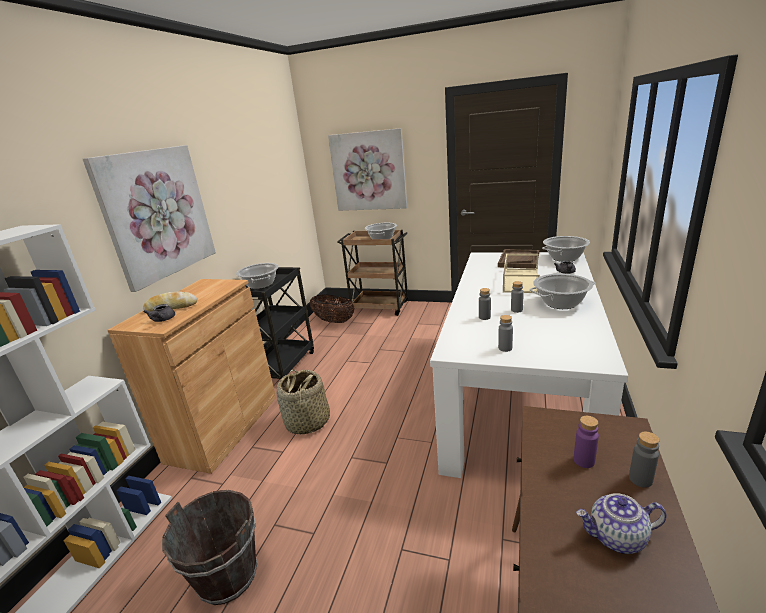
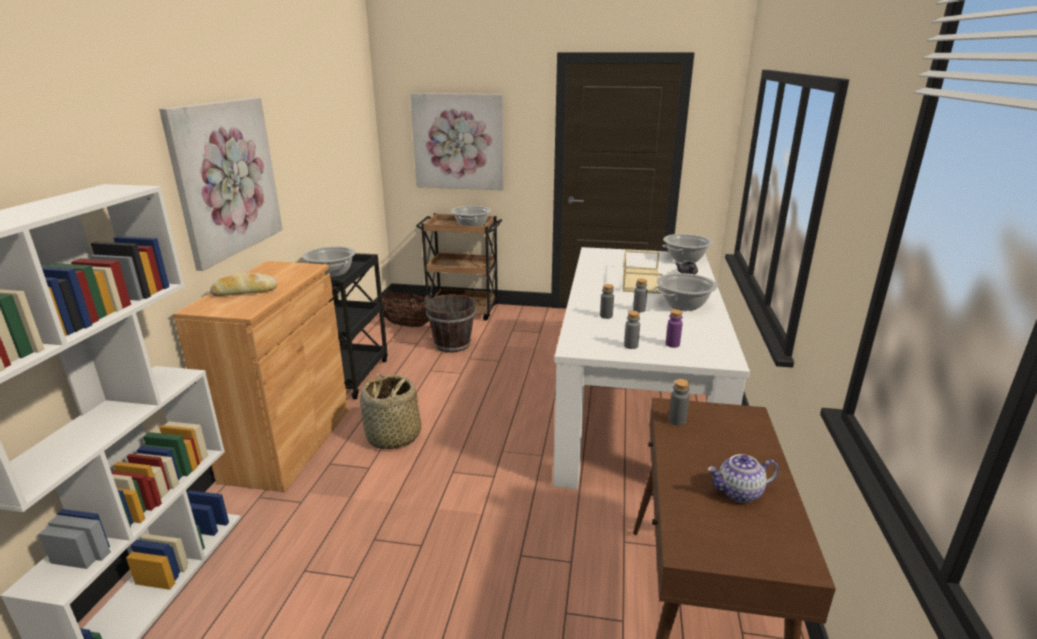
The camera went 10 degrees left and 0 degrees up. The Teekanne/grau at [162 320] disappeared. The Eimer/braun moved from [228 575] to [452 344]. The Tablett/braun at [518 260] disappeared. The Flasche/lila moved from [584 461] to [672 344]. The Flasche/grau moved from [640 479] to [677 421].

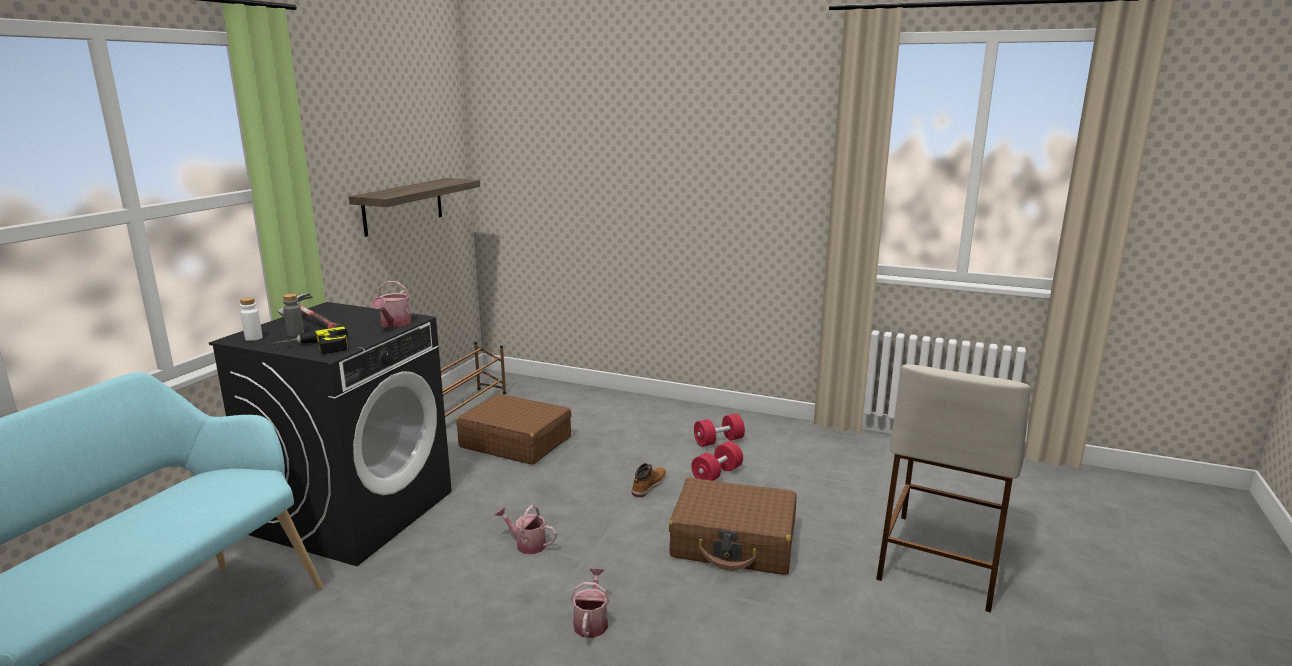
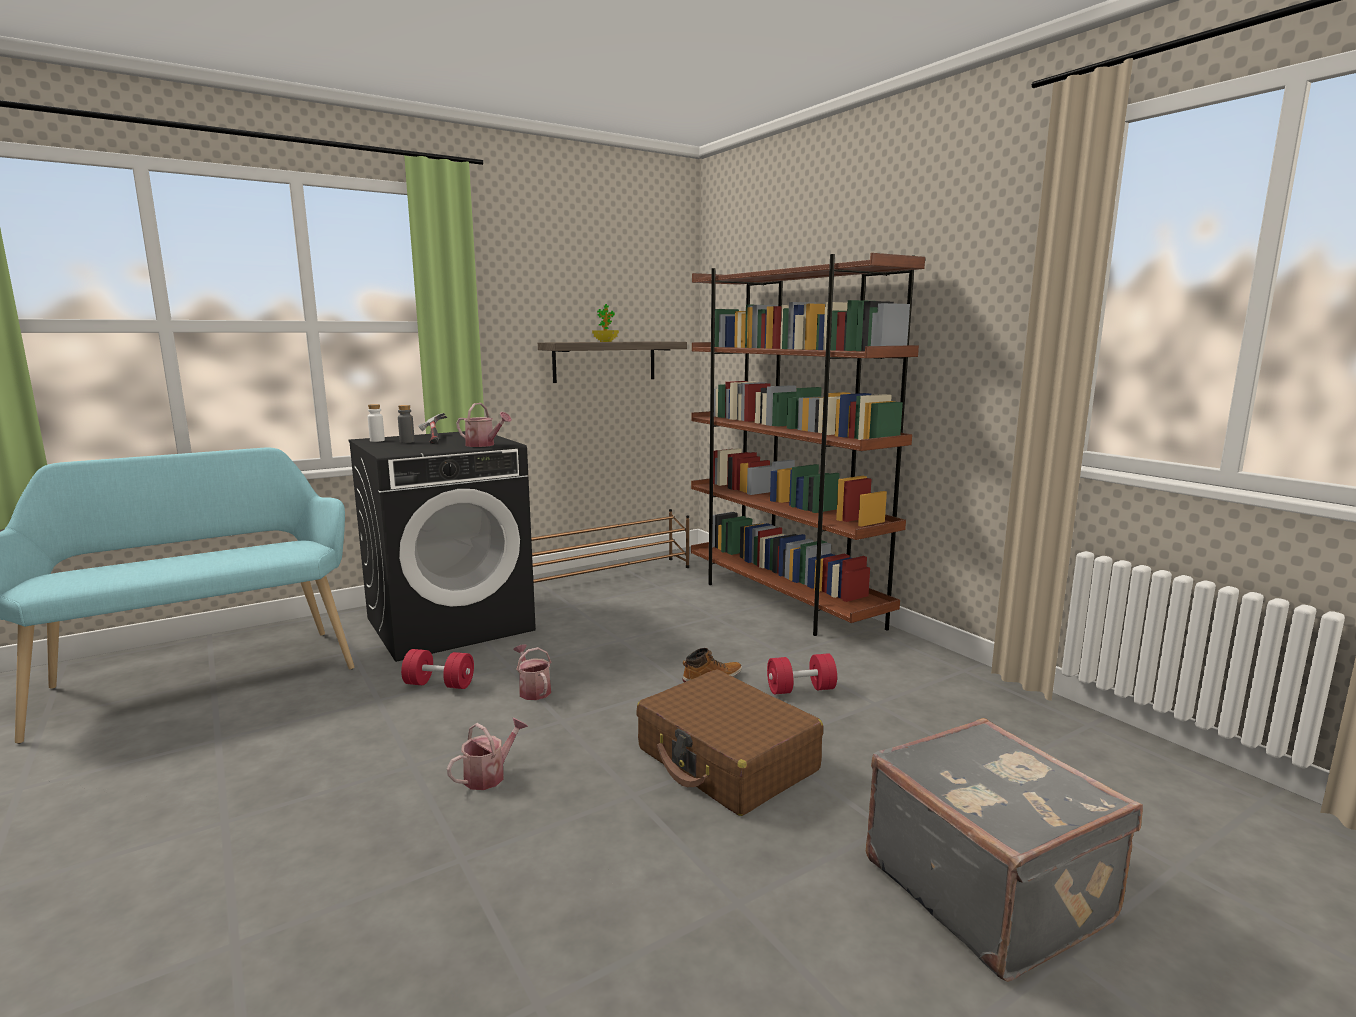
The camera went 35 degrees right and 5 degrees down. The Bohrmaschine at [314 348] disappeared. The Gießkanne at [394 324] turned 105 degrees counterclockwise. The Koffer/braun at [515 442] disappeared. The Hantel/rot moved from [718 441] to [439 684]. The Hocker/beige at [941 558] was replaced by the Koffer/grau at [988 888]. The Topfpflanze at [605 341] appeared. The Bücherregal/braun at [783 601] appeared.

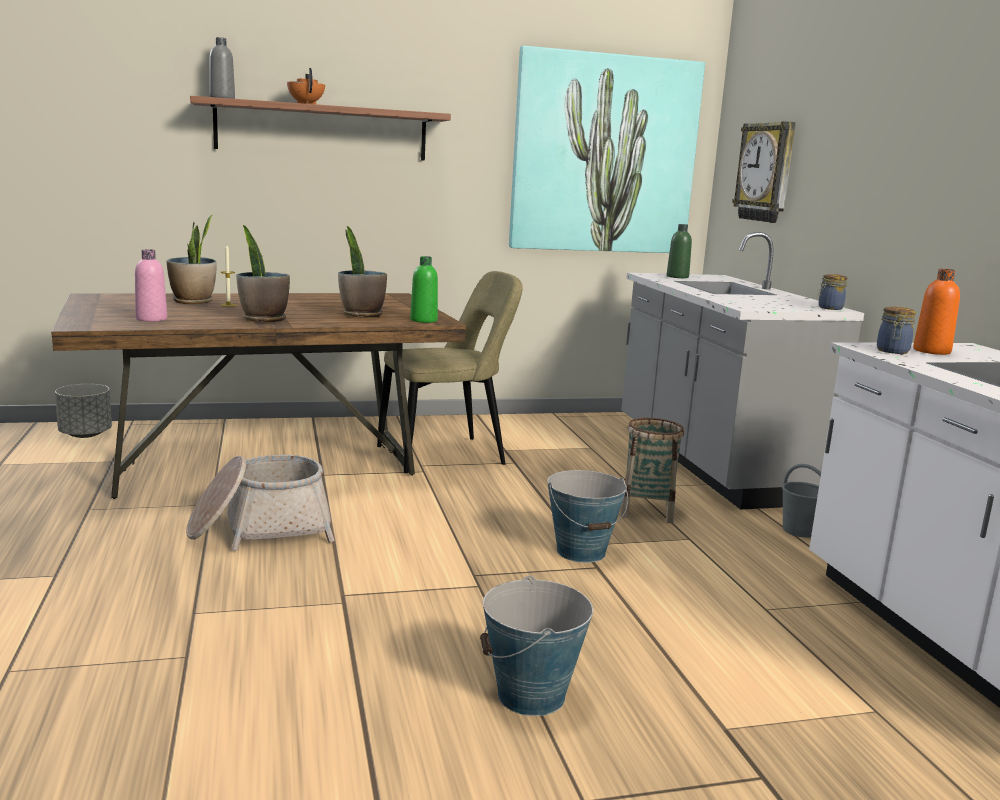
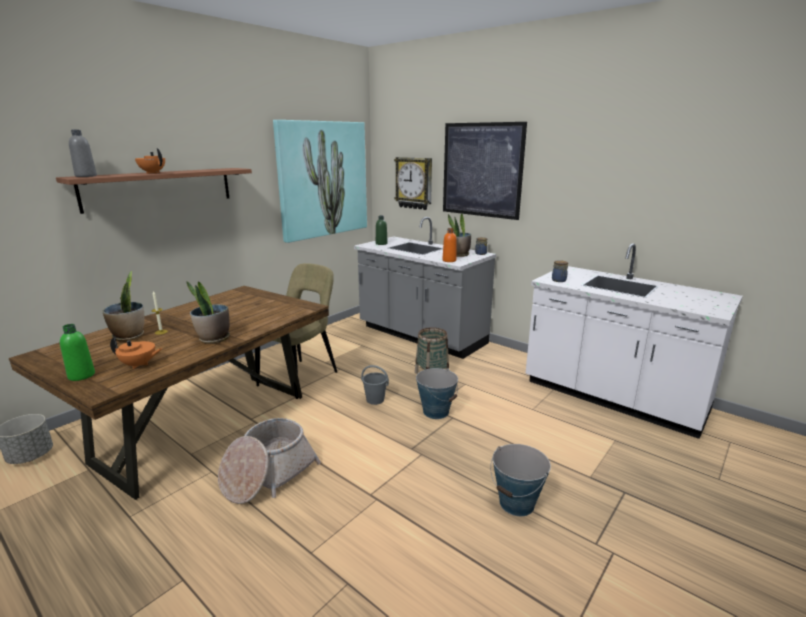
The camera went 35 degrees left and 5 degrees up. The Flasche/rosa at [151 319] was replaced by the Teekanne/orange at [139 365]. The Topfpflanze moved from [362 315] to [458 255]. The Flasche/grün moved from [423 320] to [81 375]. The Eimer/grau moved from [800 531] to [375 400]. The Flasche/orange moved from [931 351] to [449 260]. The Bild at [482 170] appeared.

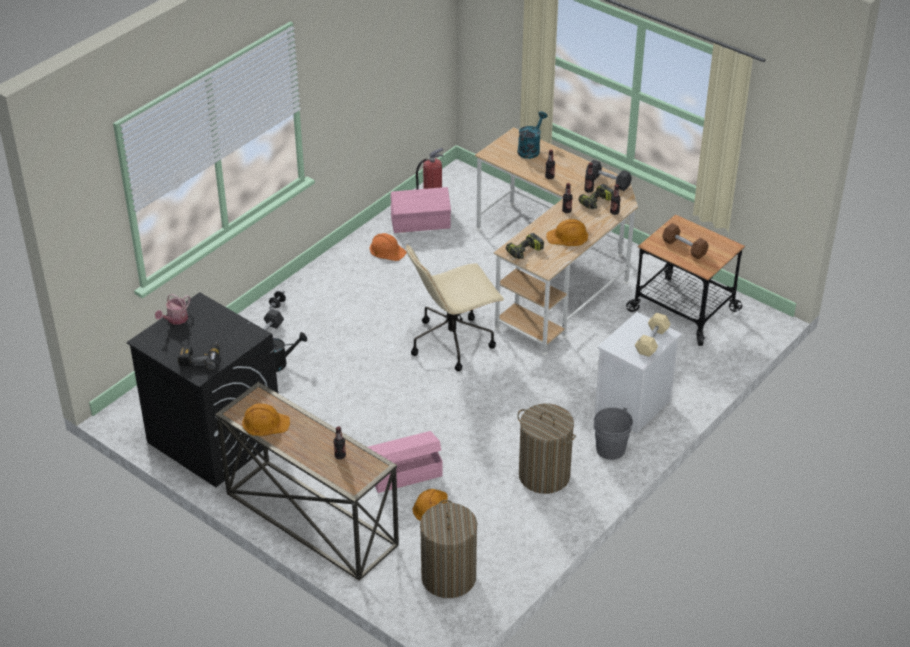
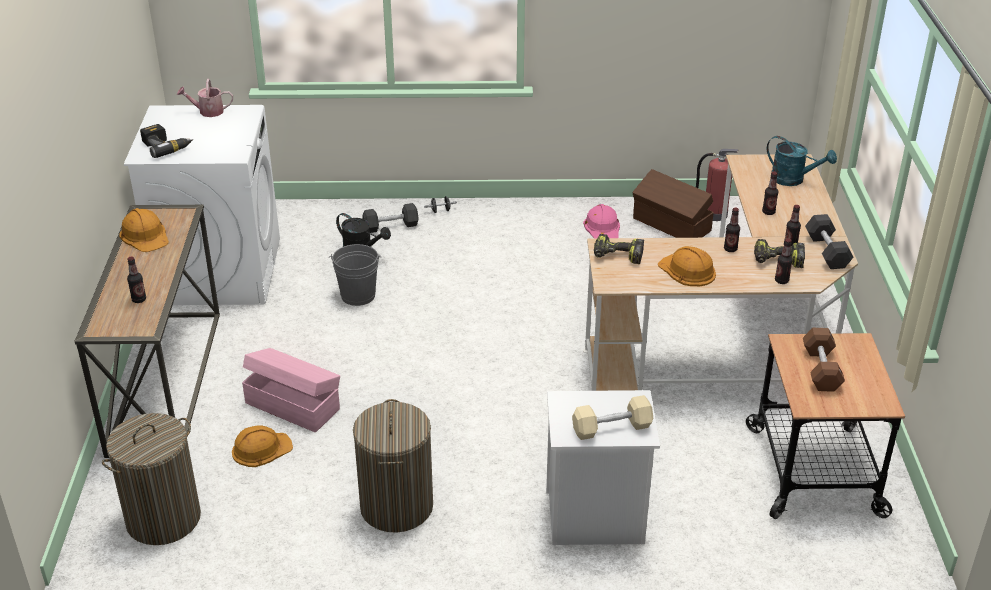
The camera went 50 degrees right and 5 degrees down. The Waschmaschine/schwarz at [214 438] became the Waschmaschine/weiß at [219 271]. The Schutzhelm/orange at [387 250] became the Schutzhelm/rosa at [602 227]. The Aufbewahrungsbox/rosa at [421 223] became the Aufbewahrungsbox/braun at [671 225]. The Bürostuhl/beige at [453 341] disappeared. The Gießkanne/türkis at [530 149] turned 45 degrees clockwise. The Eimer/grau moved from [610 449] to [358 295].

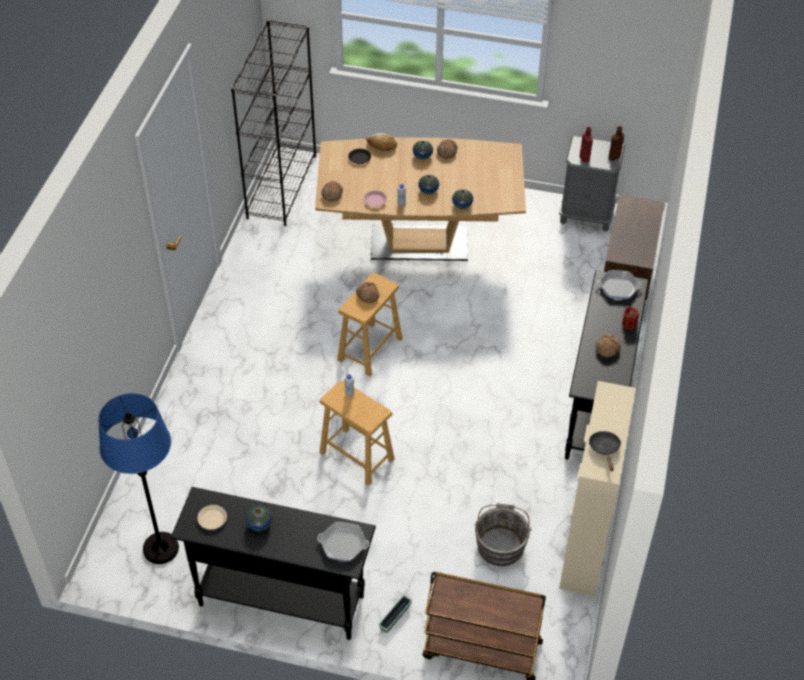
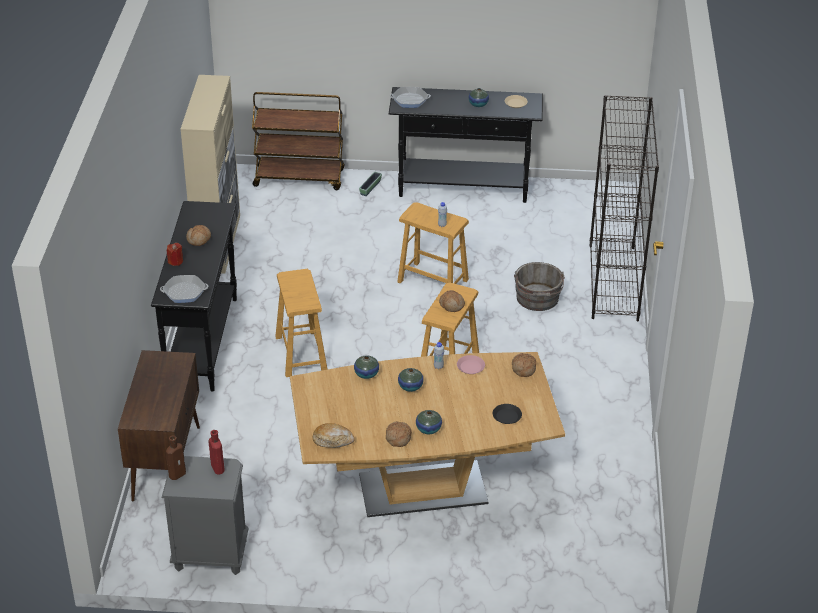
The camera went 170 degrees right and 10 degrees down. The Stehlampe/blau at [160 548] disappeared. The Bücherregal/schwarz moved from [281 186] to [614 283]. The Brot moved from [381 145] to [333 440]. The Eimer/grau moved from [500 543] to [537 299]. The Pfanne/schwarz at [605 449] disappeared. The Hocker/braun at [301 354] appeared.

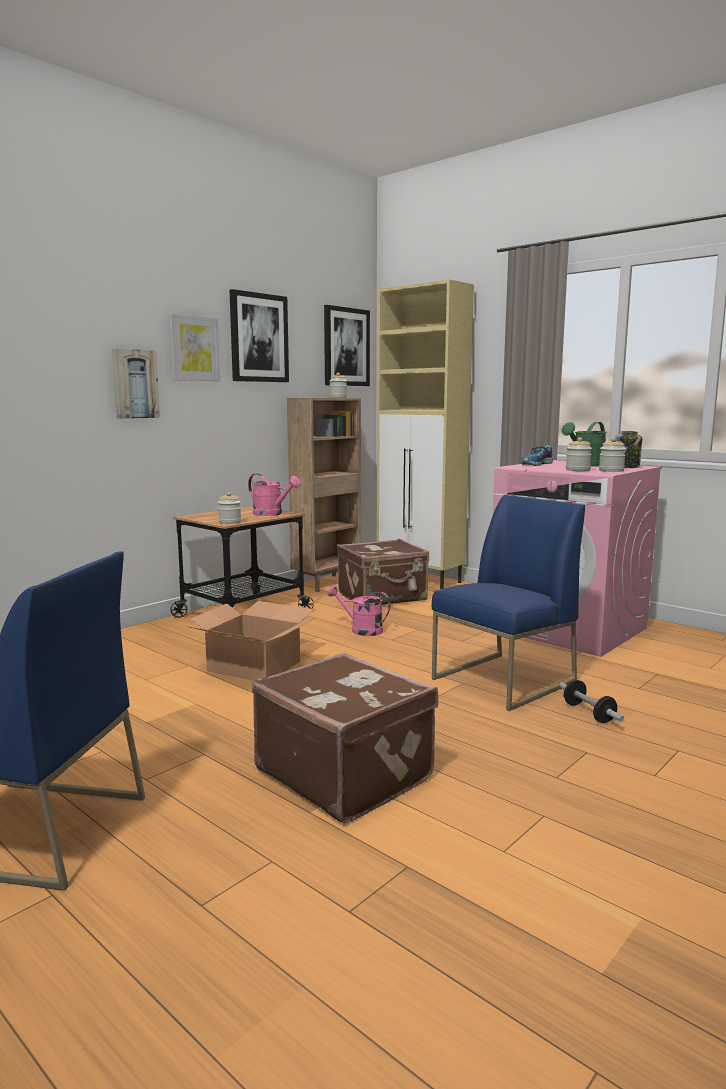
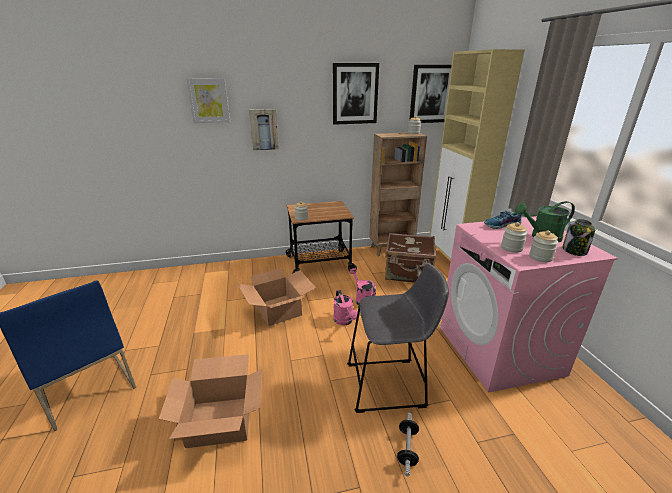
The camera went 35 degrees right and 15 degrees up. The Bild moved from [193 348] to [209 100]. The Gießkanne/rosa moved from [272 514] to [345 321]. The Koffer/braun at [345 773] was replaced by the Karton at [220 420]. The Stuhl/blau at [504 681] was replaced by the Hocker/grau at [390 385].

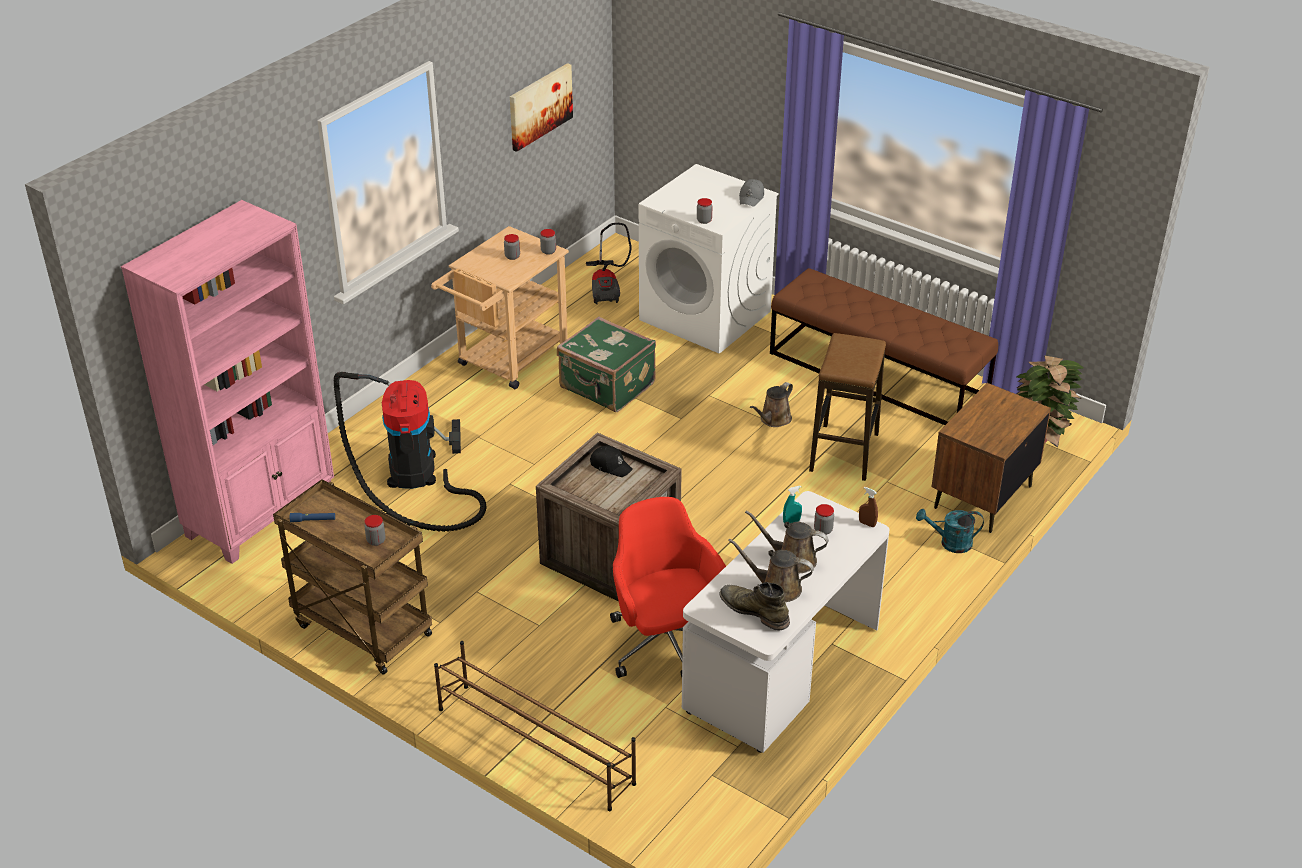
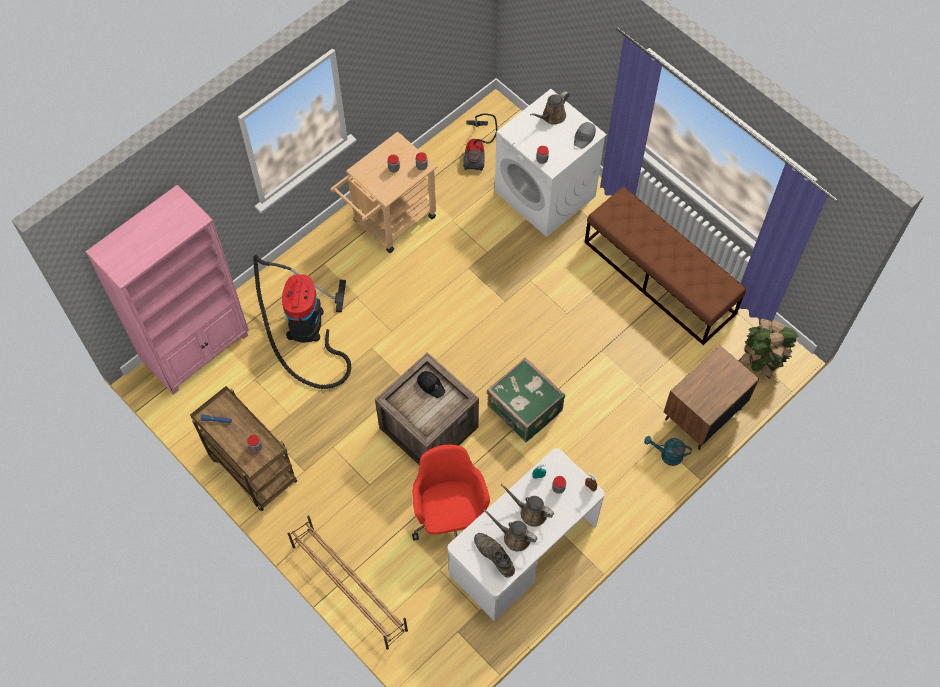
The camera went 10 degrees right and 25 degrees up. The Bild at [539 106] disappeared. The Koffer/grün moved from [606 387] to [524 410]. The Gießkanne/braun moved from [773 419] to [552 116]. The Hocker at [844 453] disappeared.

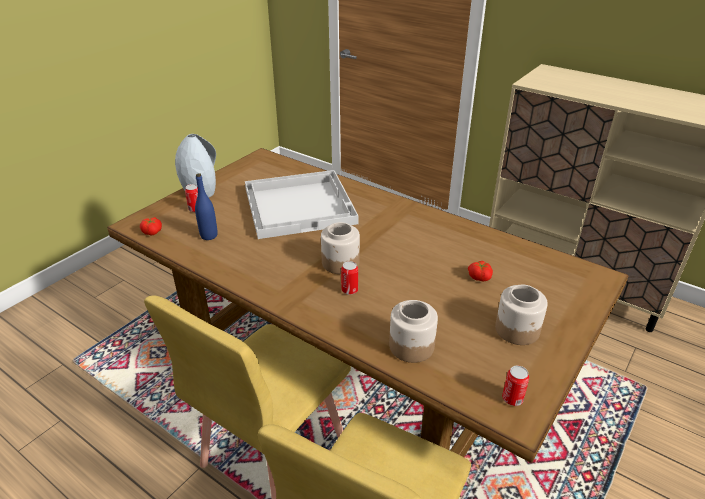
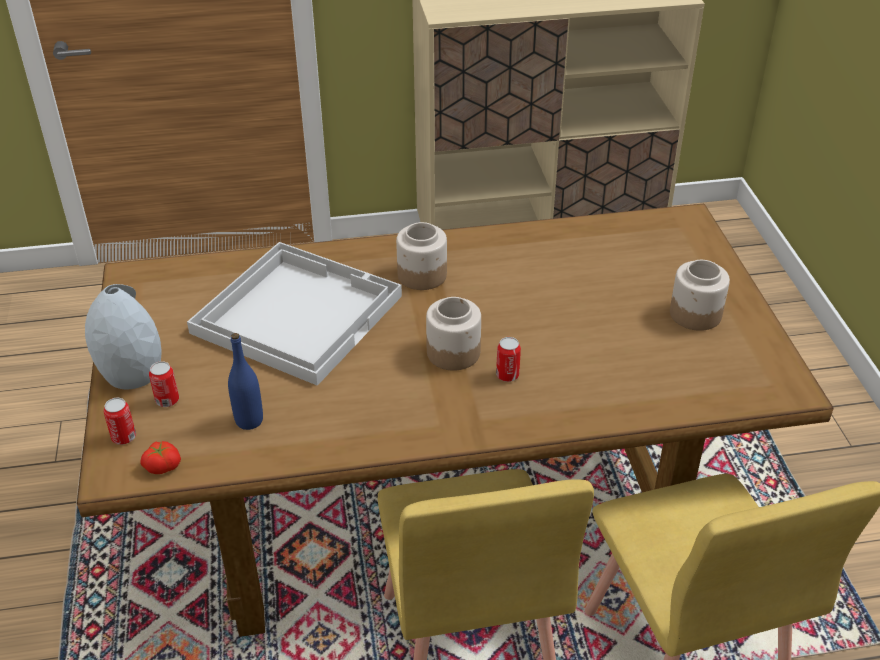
The camera went 45 degrees left and 5 degrees up. The Vorratsglas moved from [411 346] to [421 275]. The Tomate at [480 277] disappeared. The Dose moved from [512 399] to [124 437].

